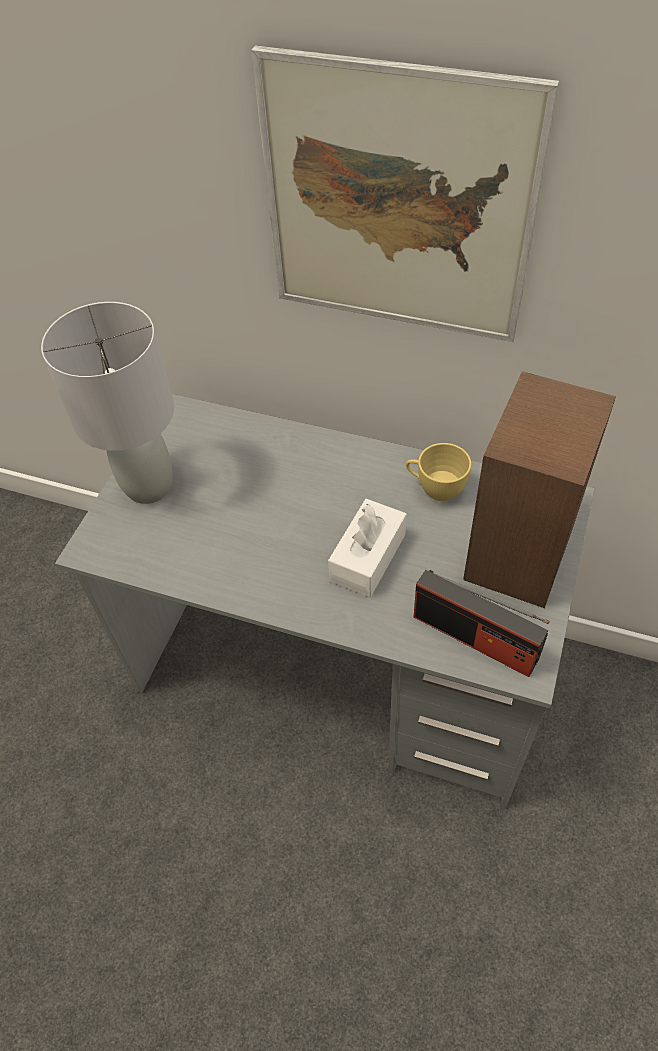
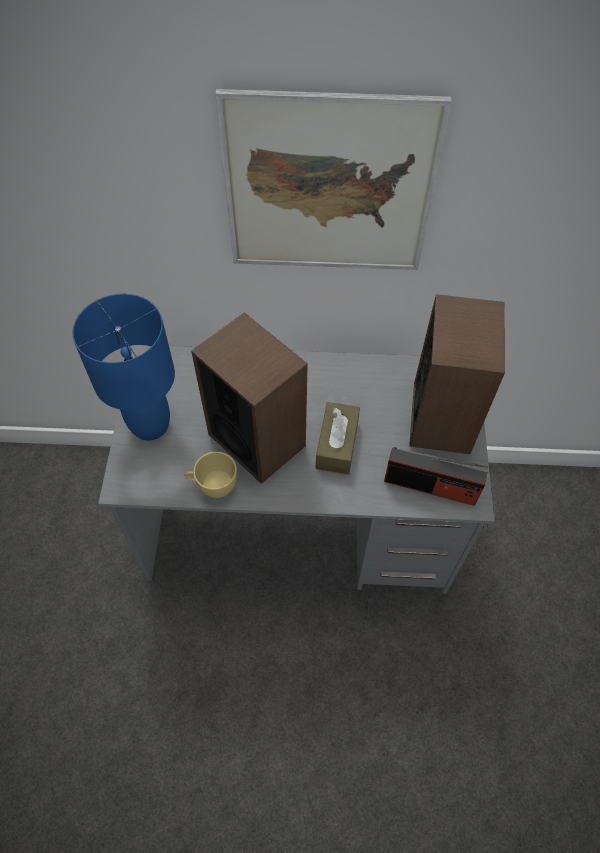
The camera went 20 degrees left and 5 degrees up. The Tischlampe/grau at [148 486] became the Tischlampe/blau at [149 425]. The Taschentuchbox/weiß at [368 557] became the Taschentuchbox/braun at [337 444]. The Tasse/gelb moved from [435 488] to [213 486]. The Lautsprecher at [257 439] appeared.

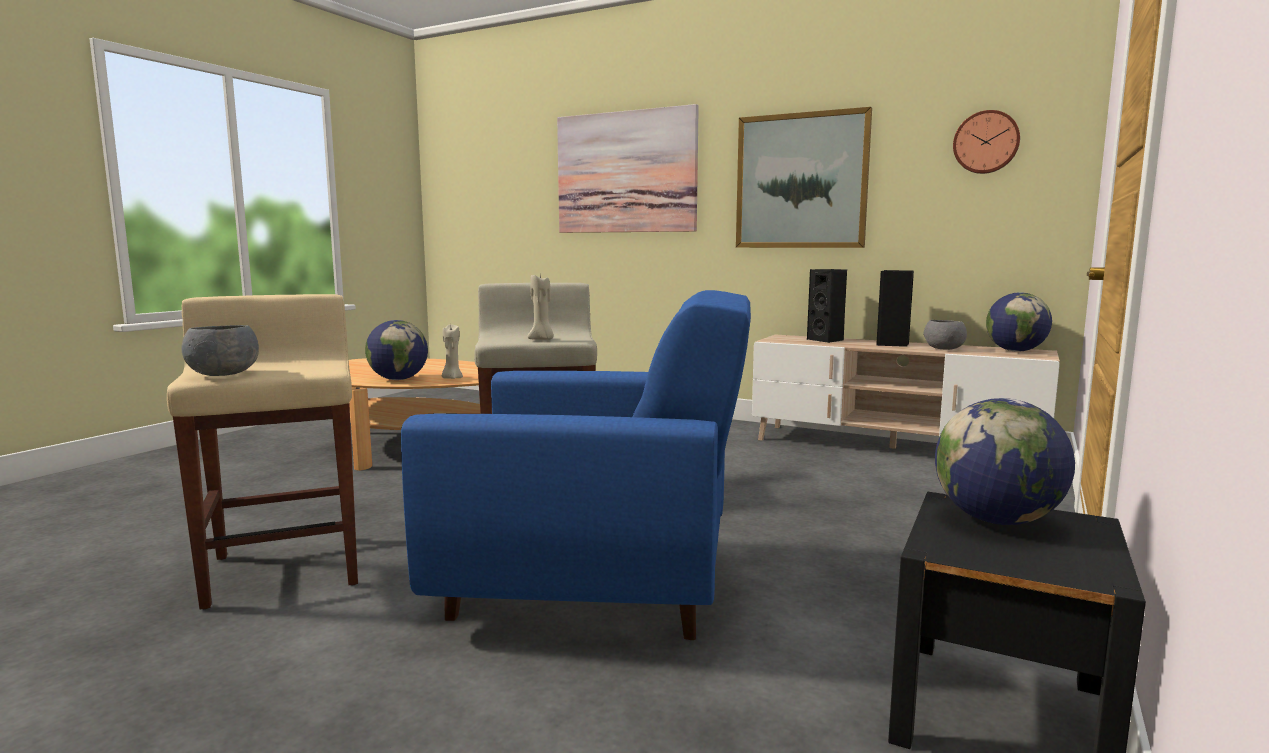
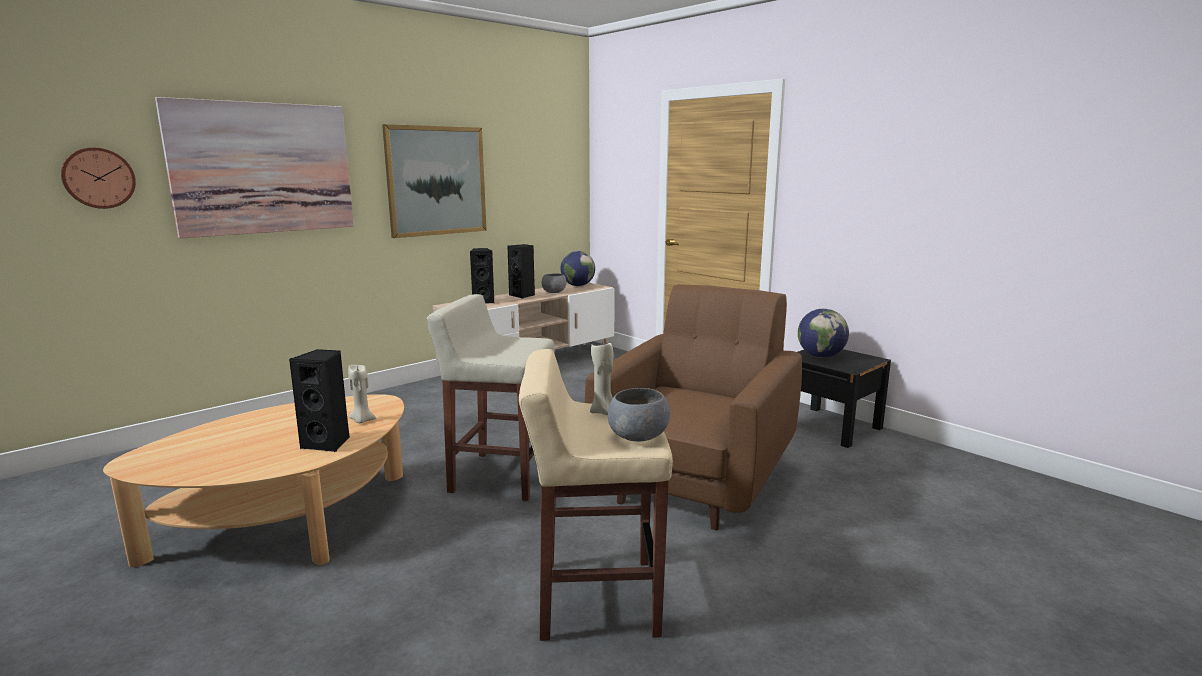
The camera went 70 degrees left and 5 degrees up. The Globus at [398 379] was replaced by the Lautsprecher/schwarz at [328 443]. The Sessel/blau at [595 591] became the Sessel/braun at [697 480]. The Kerze/beige moved from [542 339] to [603 411]. The Wanduhr moved from [986 142] to [98 178].

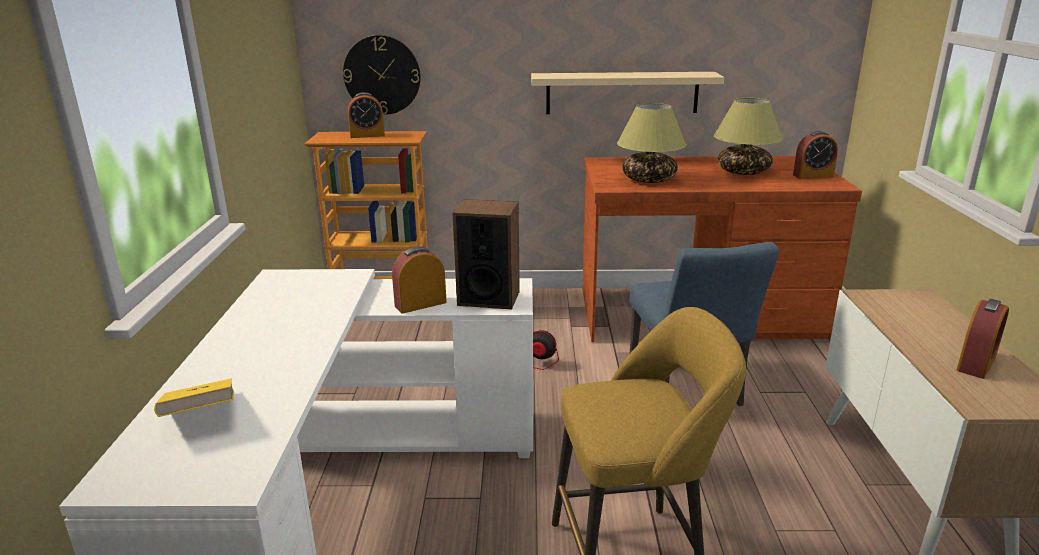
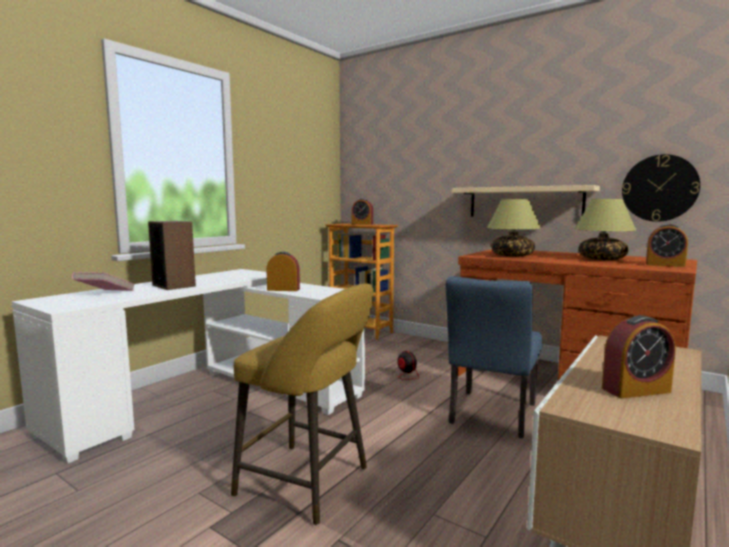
The camera went 35 degrees right and 15 degrees down. The Buch/gelb at [200 416] became the Buch/rosa at [105 293]. The Wanduhr moved from [382 75] to [659 188]. The Lautsprecher moved from [488 298] to [174 285].

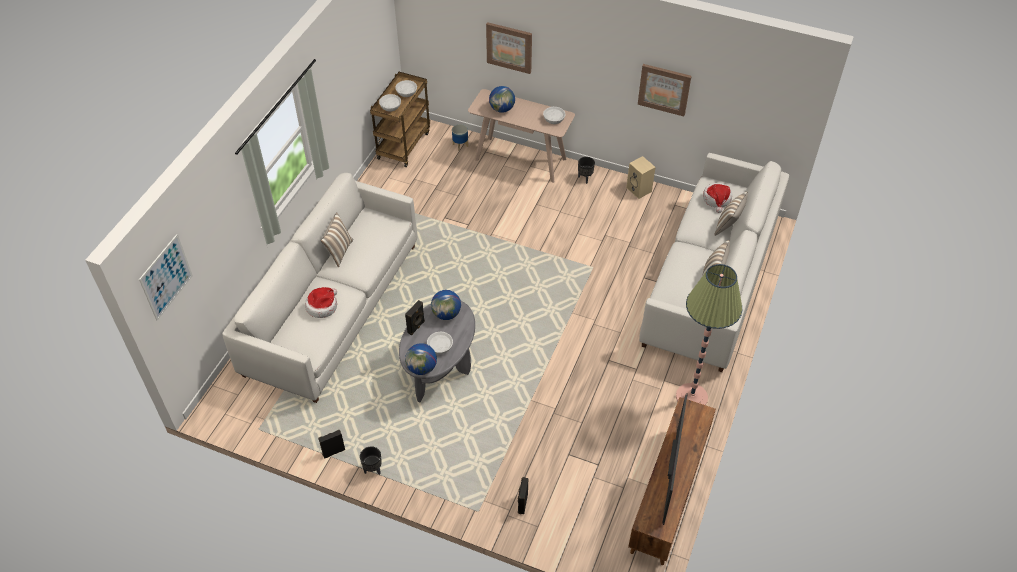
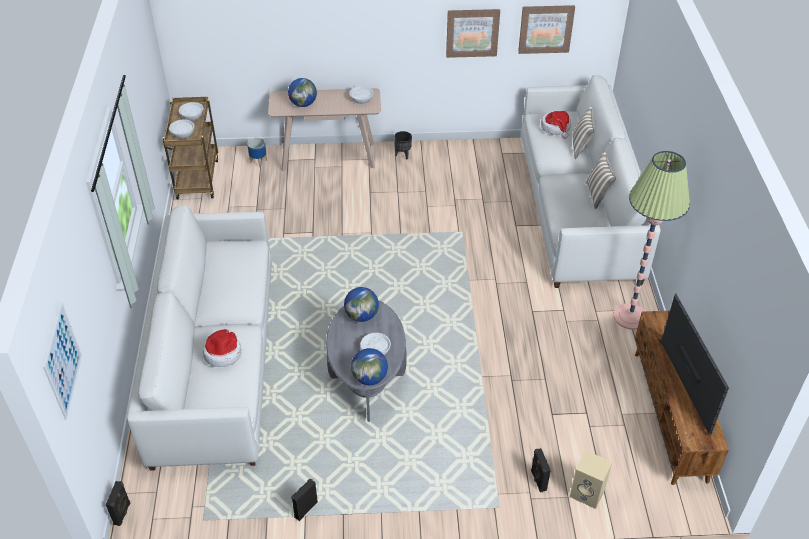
The camera went 25 degrees left and 5 degrees down. The Kissen at [339 252] disappeared. The Pflanzkübel/schwarz at [372 469] disappeared. The Lautsprecher/schwarz moved from [416 327] to [123 513]. The Bild moved from [509 47] to [545 28]. The Lautsprecher/beige moved from [639 190] to [588 493].

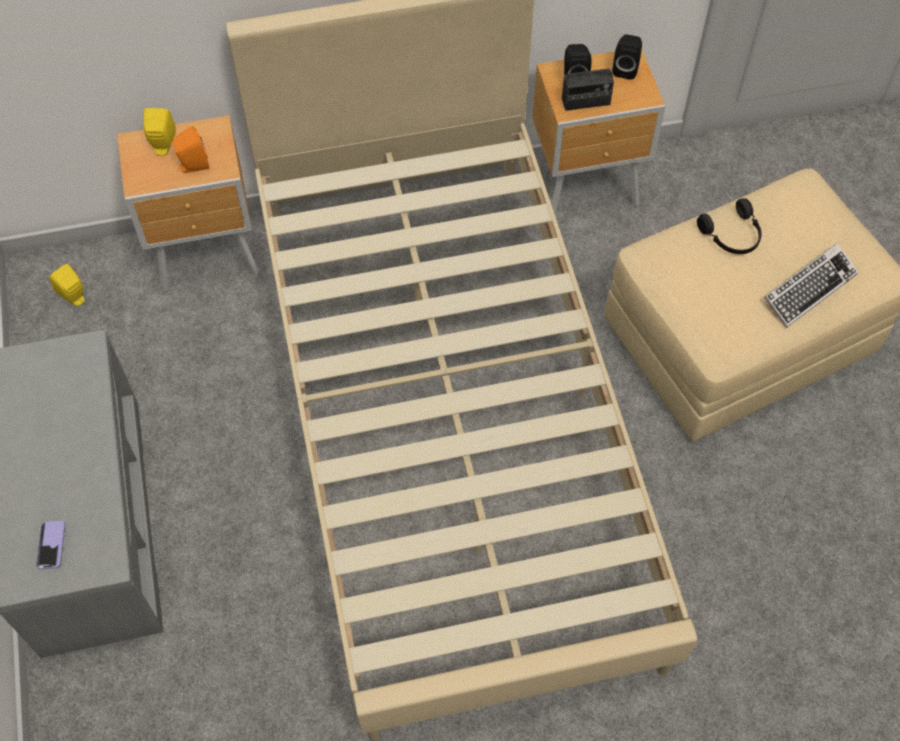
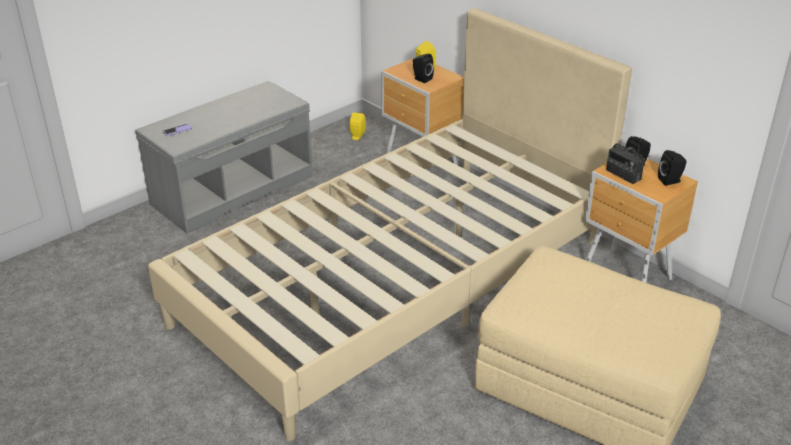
The camera went 60 degrees right and 25 degrees down. The Lautsprecher/orange at [193 166] became the Lautsprecher/schwarz at [421 79]. The Kopfhörer/schwarz at [732 235] disappeared. The Tastatur at [809 288] disappeared.

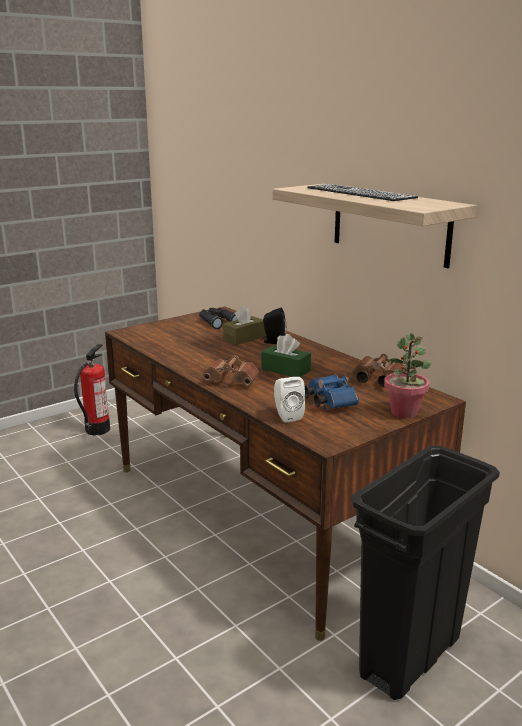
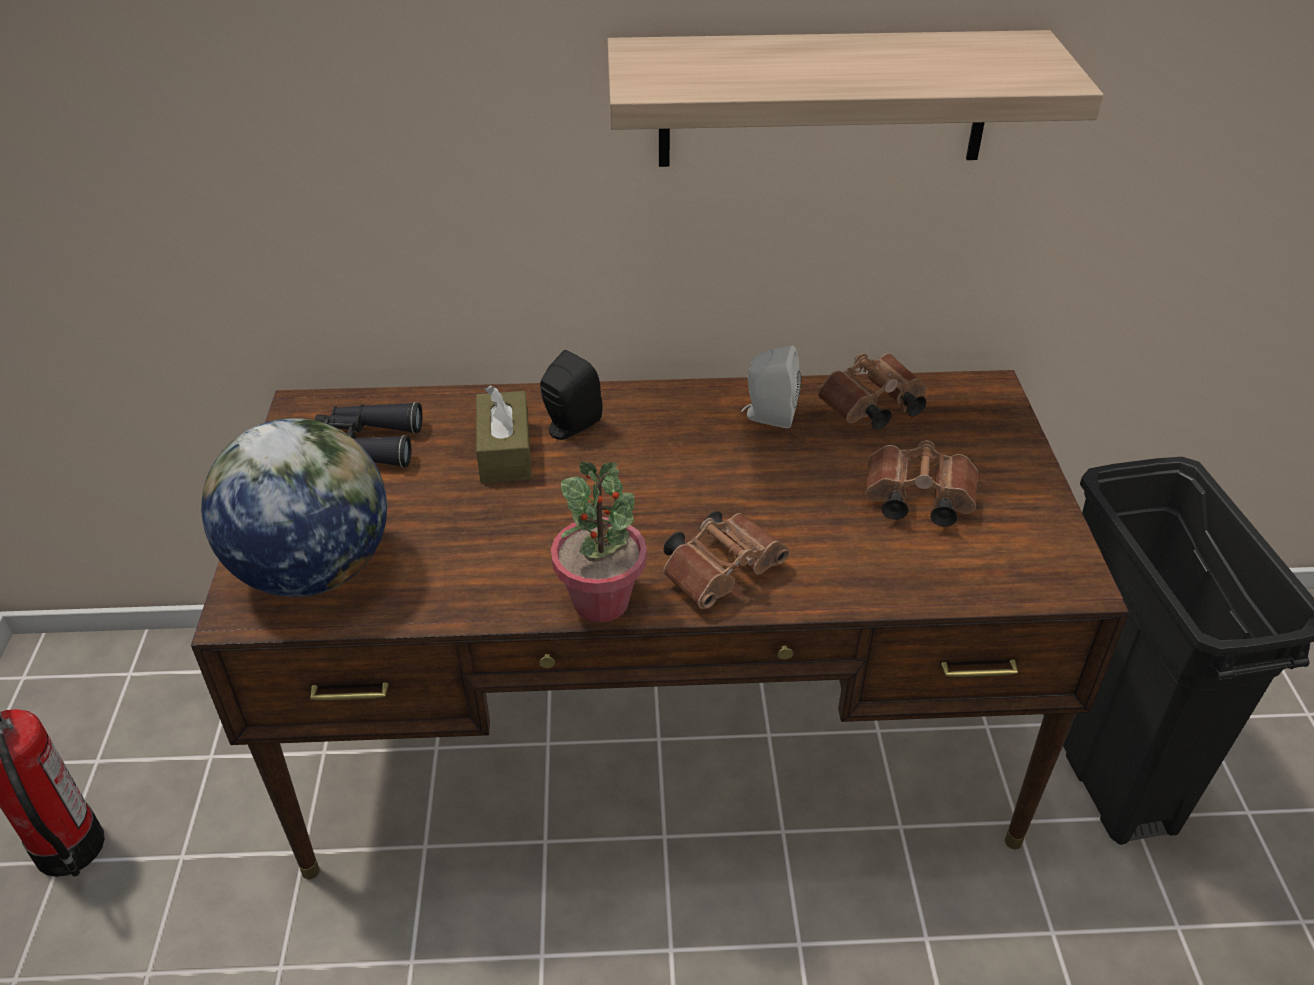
The camera went 55 degrees left and 20 degrees up. The Taschentuchbox/grün at [285 370] disappeared. The Lautsprecher/weiß moved from [287 416] to [768 416]. The Fernglas/blau at [329 402] became the Fernglas/braun at [914 501]. The Tastatur at [359 193] disappeared. The Topfpflanze moved from [404 412] to [601 601]. The Globus at [313 570] appeared.

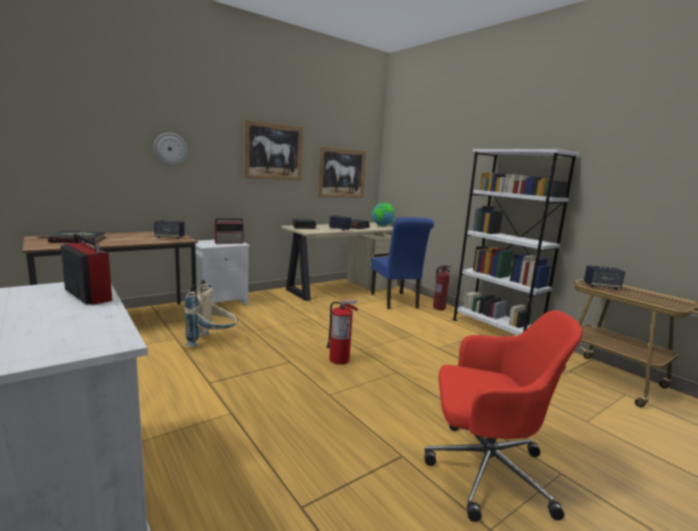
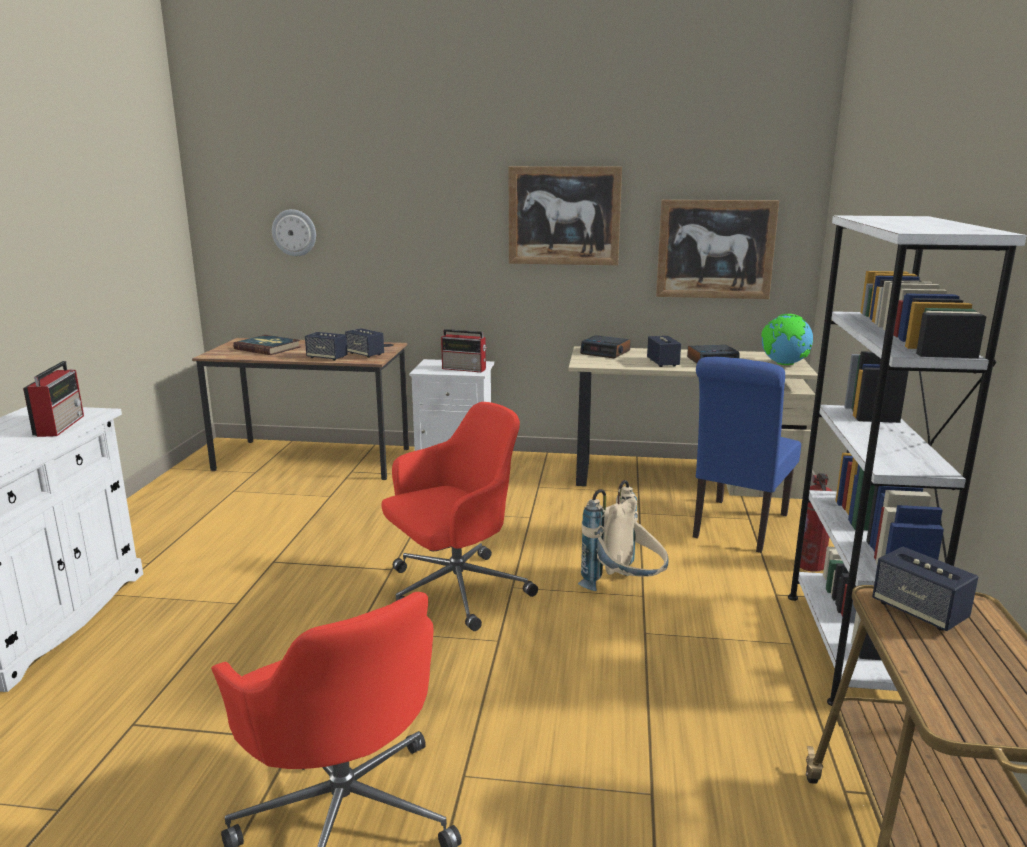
The camera went 45 degrees right and 5 degrees up. The Wanduhr moved from [170 149] to [294 232]. The Rucksack/beige moved from [213 342] to [625 591]. The Feuerlöscher at [339 359] was replaced by the Bürostuhl/rot at [455 590]. The Lautsprecher at [327 357] appeared.

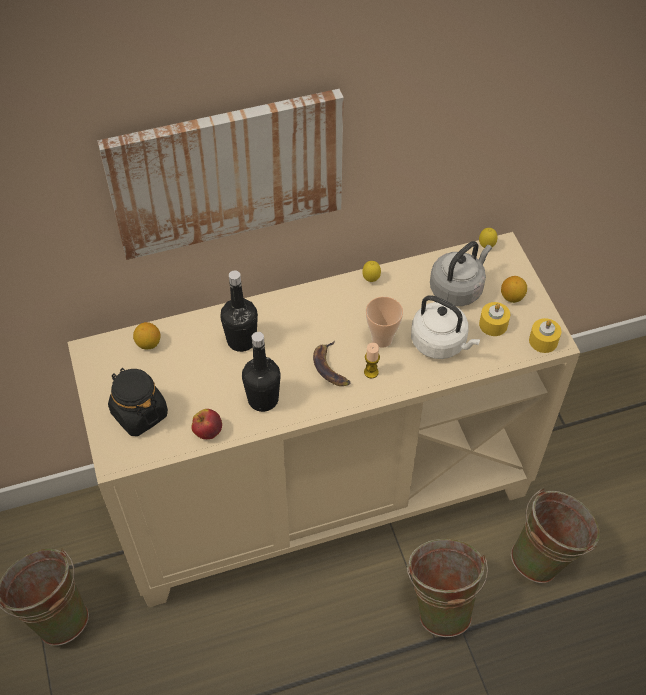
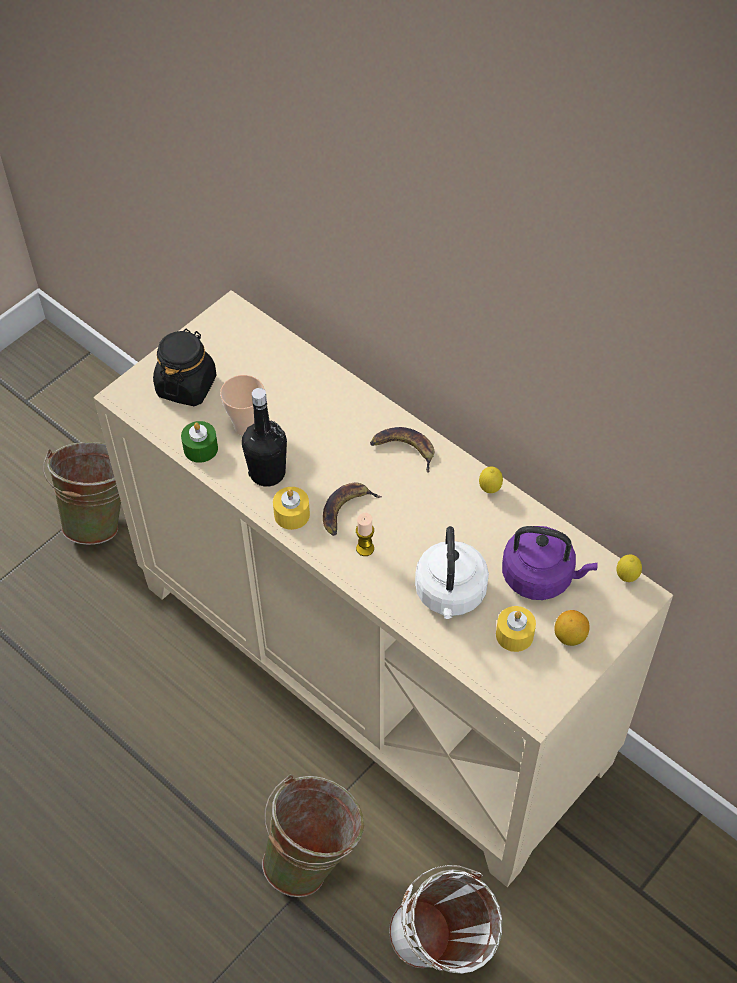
The camera went 60 degrees right and 0 degrees up. The Bild at [227 172] disappeared. The Zitrone at [148 344] disappeared. The Apfel at [208 431] was replaced by the Kerze/grün at [200 448]. The Flasche/schwarz at [241 340] disappeared. The Tasse moved from [382 339] to [246 426]. The Wasserkessel/grau at [458 288] became the Wasserkessel/lila at [541 577]. The Eimer/grün at [547 556] became the Eimer/weiß at [443 949]. The Kerze/gelb moved from [543 341] to [292 514]. The Banane at [404 449] appeared.

